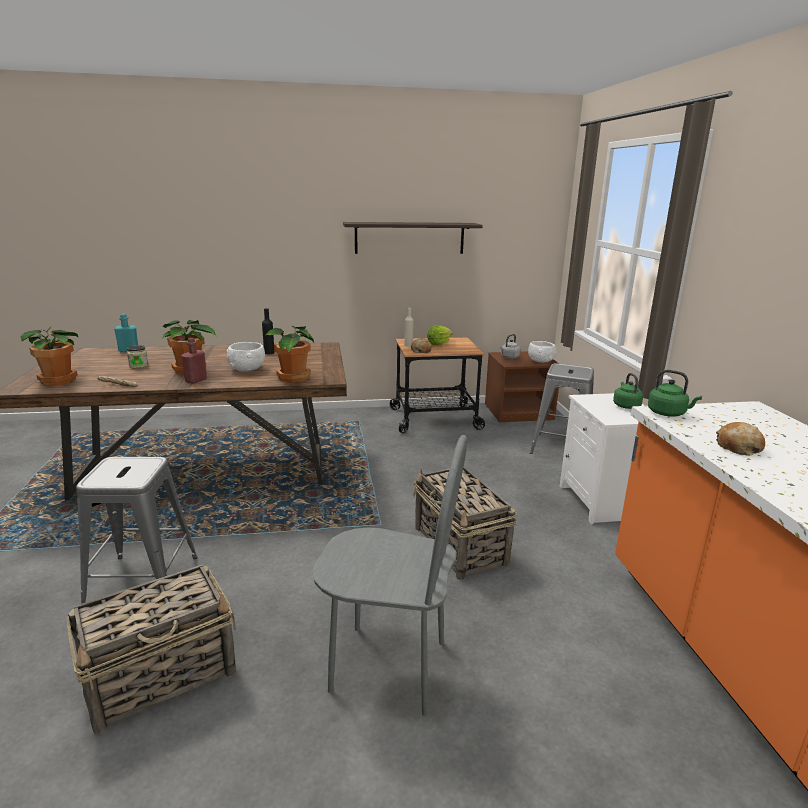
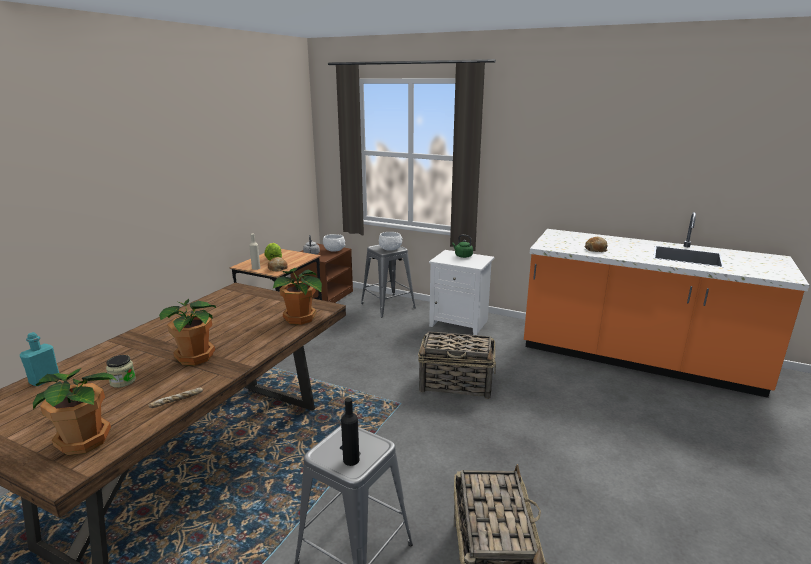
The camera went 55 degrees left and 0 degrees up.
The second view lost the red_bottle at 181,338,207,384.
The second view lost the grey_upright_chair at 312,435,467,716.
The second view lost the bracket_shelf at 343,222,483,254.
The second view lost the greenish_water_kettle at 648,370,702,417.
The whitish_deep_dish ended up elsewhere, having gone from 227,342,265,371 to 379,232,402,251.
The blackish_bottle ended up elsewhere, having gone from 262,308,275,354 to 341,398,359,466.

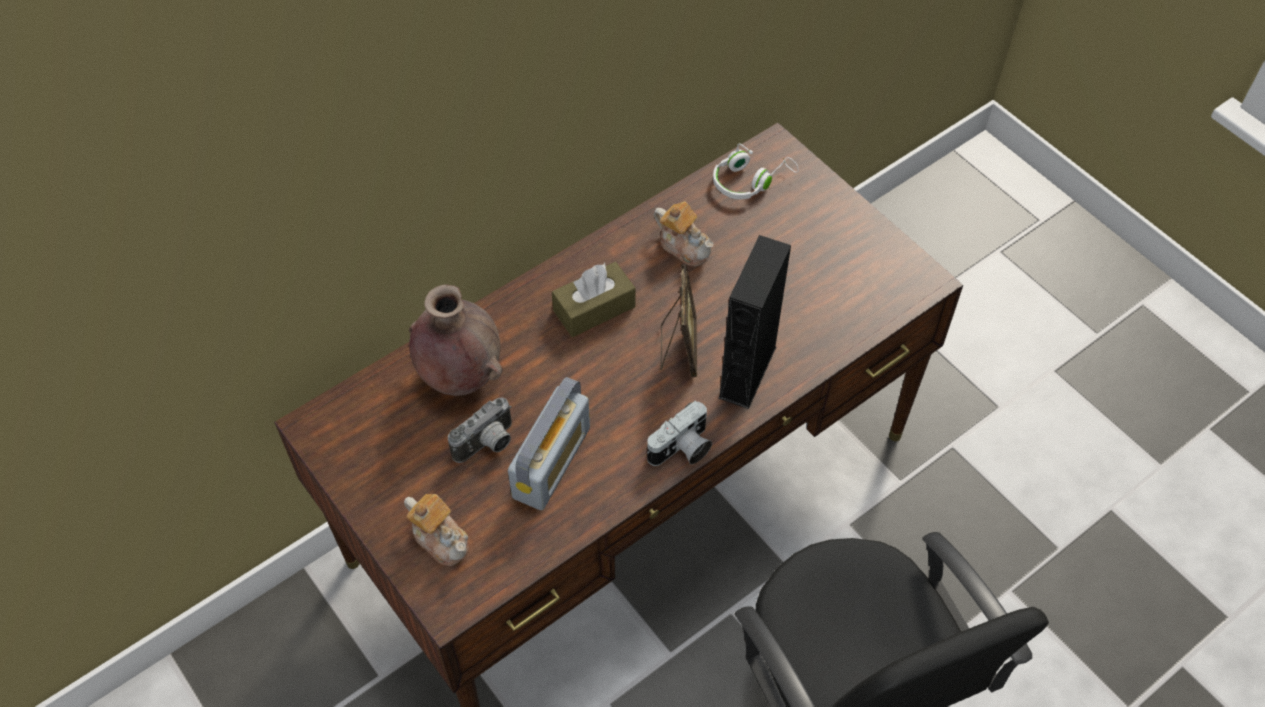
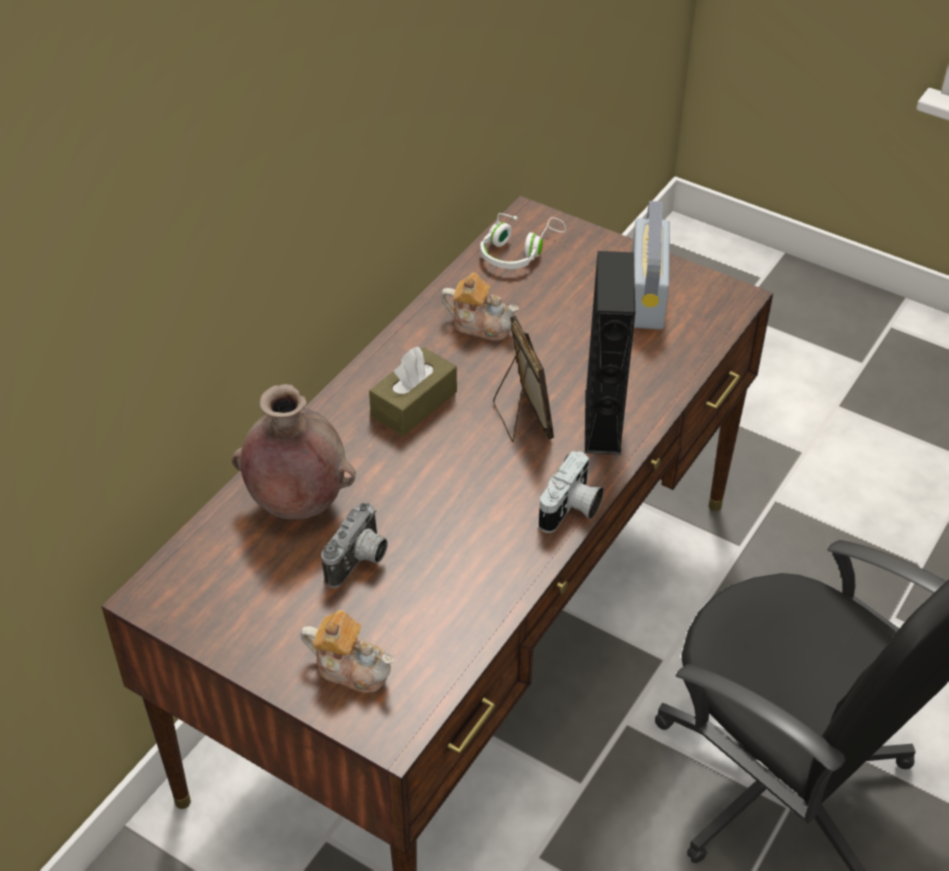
The camera went 20 degrees left and 10 degrees down.
The radio ended up elsewhere, having gone from 508,377,590,510 to 632,201,670,330.

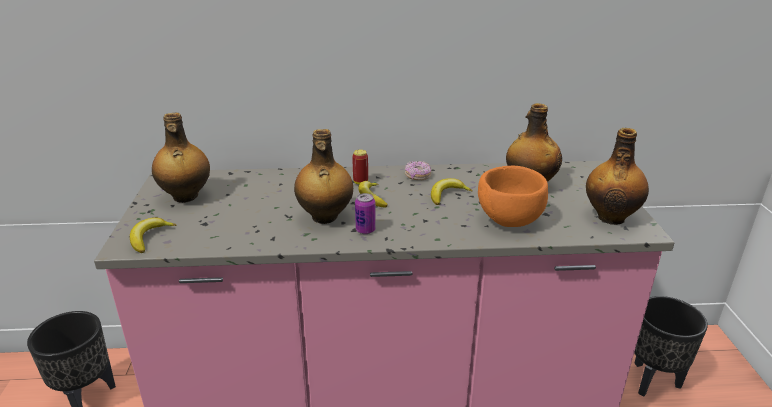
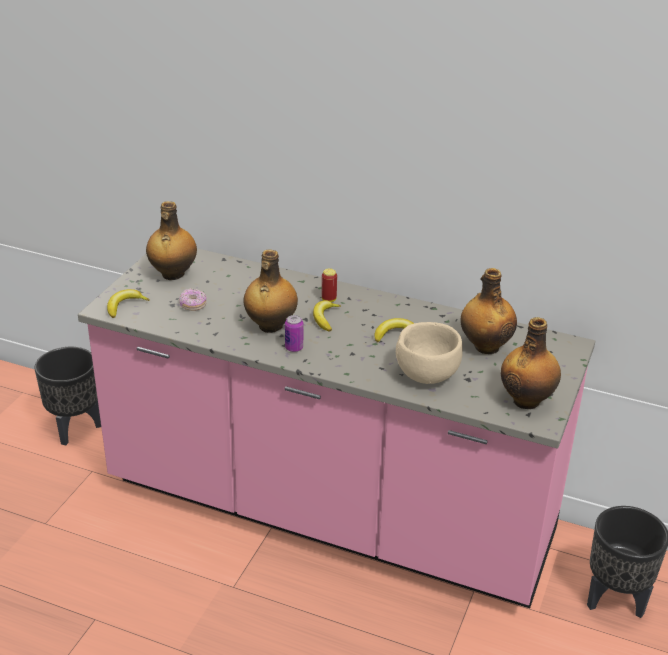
The camera went 25 degrees right and 5 degrees up.
The doughnut ended up elsewhere, having gone from 405,161,431,180 to 179,289,207,311.
What was the orangey_deep_dish at 478,166,548,227 turned into the beige-coloured_deep_dish at 396,322,463,384.

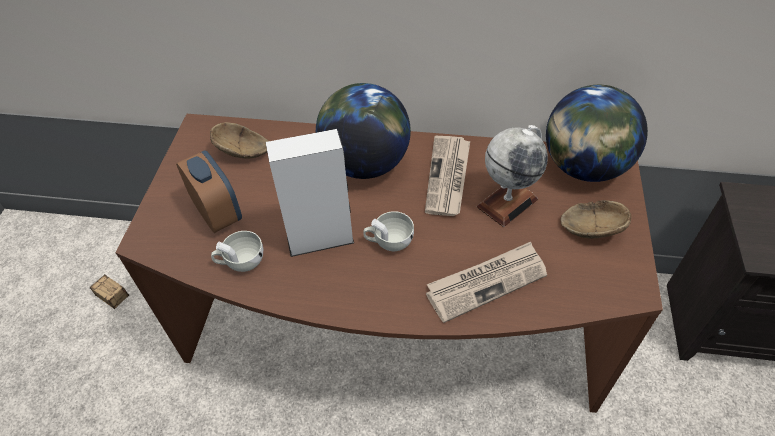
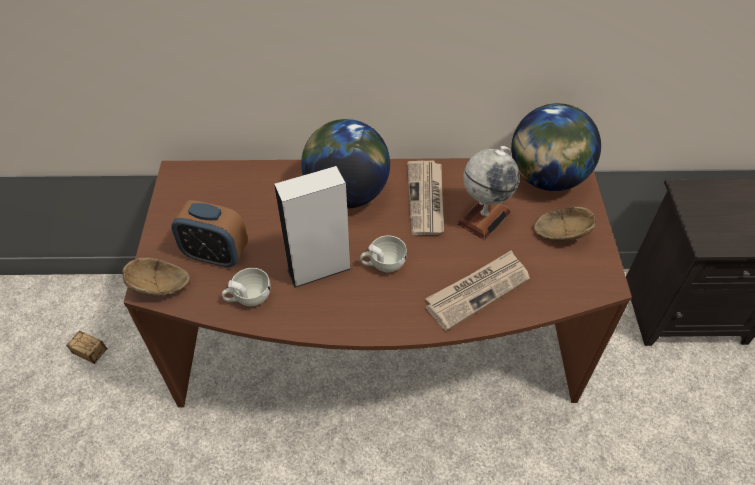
The camera went 10 degrees left and 0 degrees up.
The brown-coloured_deep_dish ended up elsewhere, having gone from 210,122,269,159 to 122,258,190,297.
The bedside_clock at 176,151,242,233 ended up facing another way, 150 degrees clockwise from before.

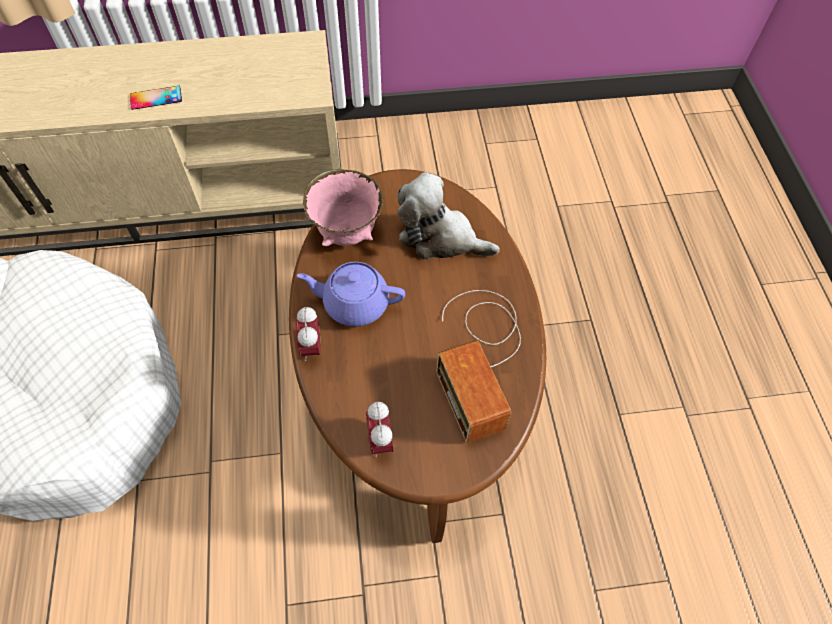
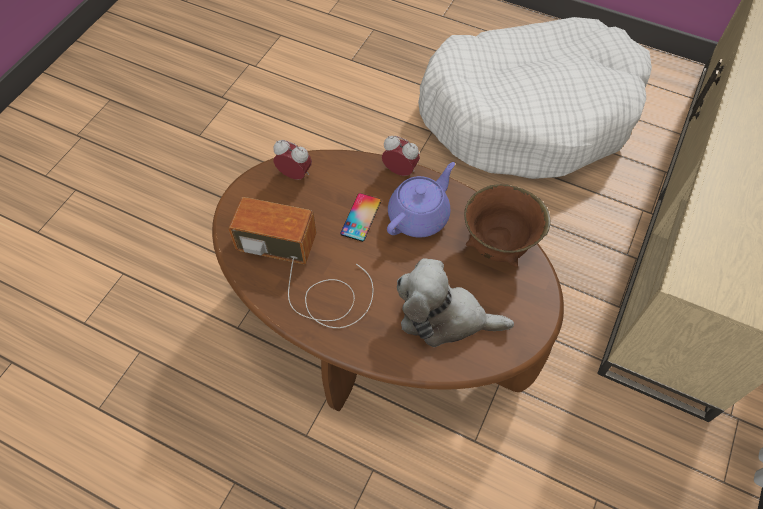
The camera went 125 degrees right and 0 degrees up.
The handset ended up elsewhere, having gone from 130,86,182,110 to 340,193,381,242.
What was the pink-coloured_deep_dish at 303,169,383,246 turned into the brown-coloured_deep_dish at 464,184,550,267.
The plush_toy at 398,172,500,259 ended up facing another way, 135 degrees counterclockwise from before.

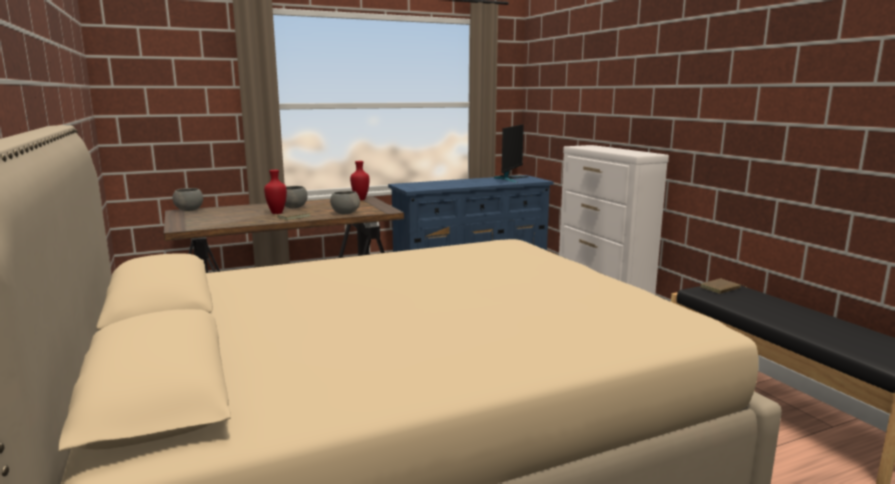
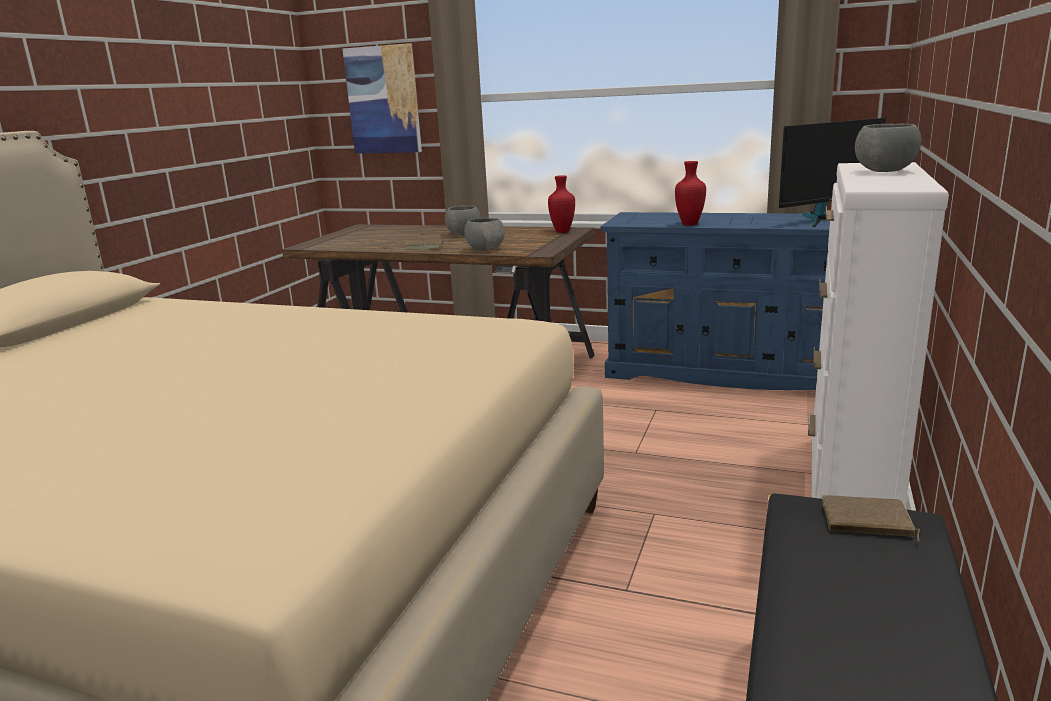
The camera went 45 degrees right and 5 degrees up.
The second view gained the picture at 343,43,422,154.
The grey_deep_dish ended up elsewhere, having gone from 173,188,203,211 to 855,124,921,172.
The red_decorative_vase ended up elsewhere, having gone from 264,170,287,214 to 675,161,706,226.

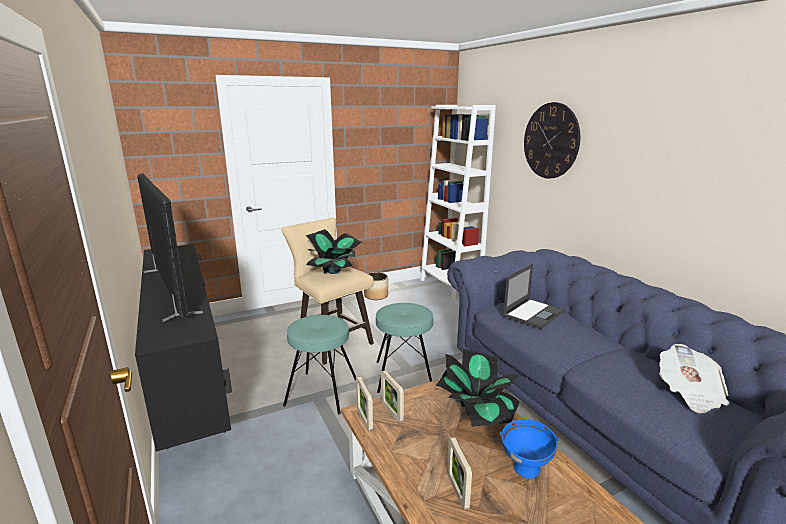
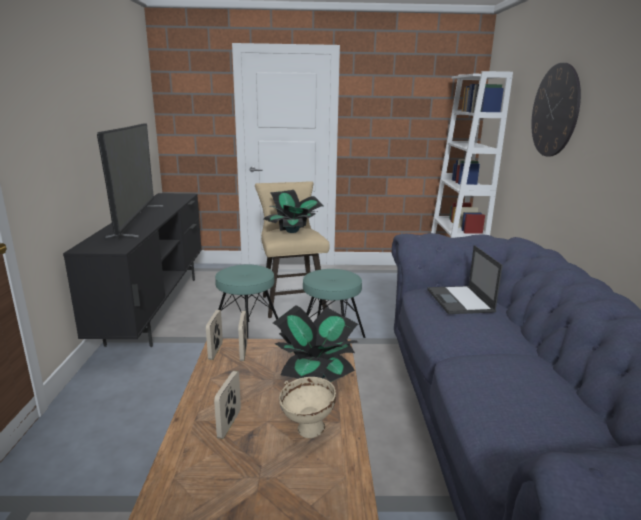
The camera went 25 degrees right and 0 degrees up.
The second view lost the planter at 364,272,388,300.
The second view lost the daily_paper at 659,344,730,413.
What was the blue_deep_dish at 500,419,560,479 turned into the beige-coloured_deep_dish at 279,377,336,438.
The portable_computer at 503,264,565,329 ended up facing another way, 105 degrees clockwise from before.

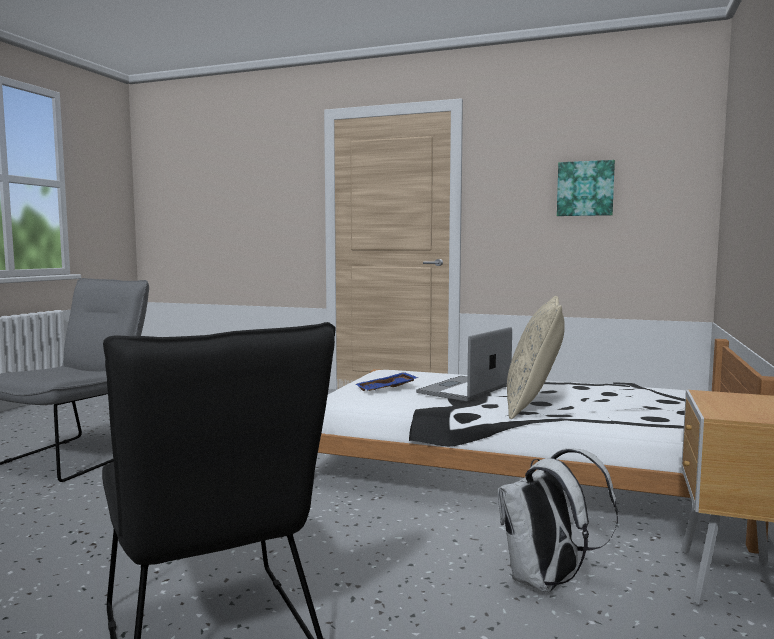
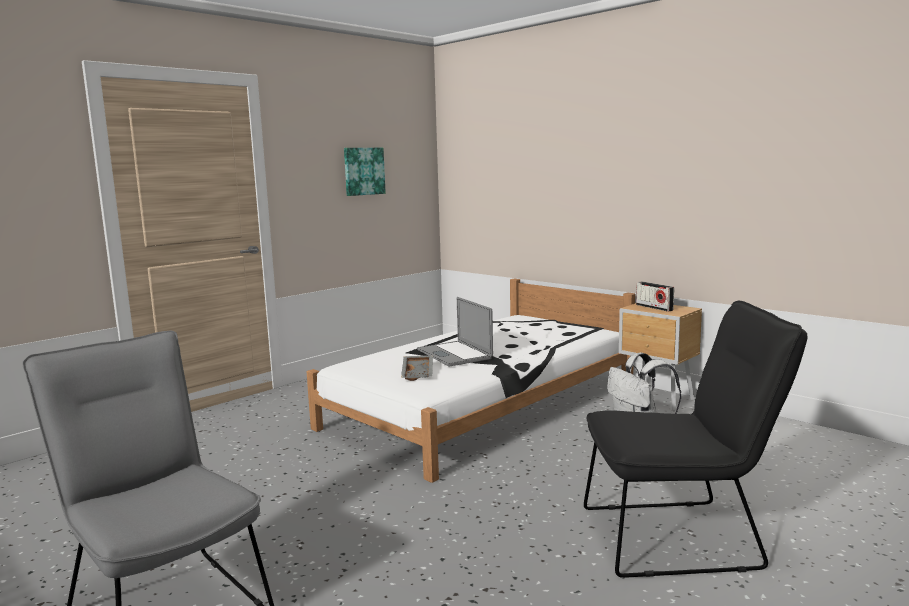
The camera went 65 degrees left and 5 degrees up.
The second view lost the beige-coloured_pillow at 507,296,565,419.
The second view gained the radio at 636,281,674,312.
What was the blue_tray at 355,372,419,391 turned into the grey_tray at 401,355,433,381.

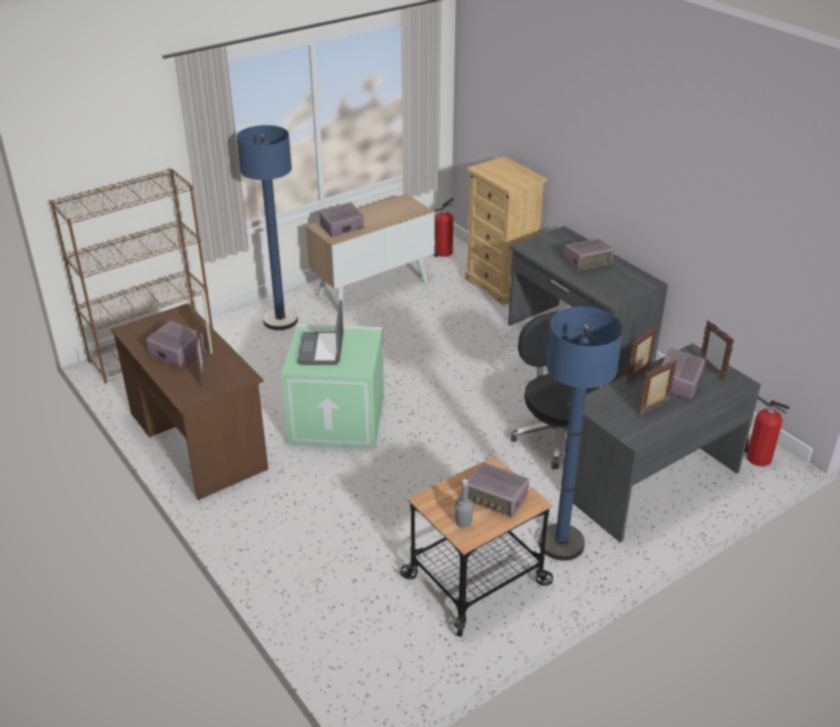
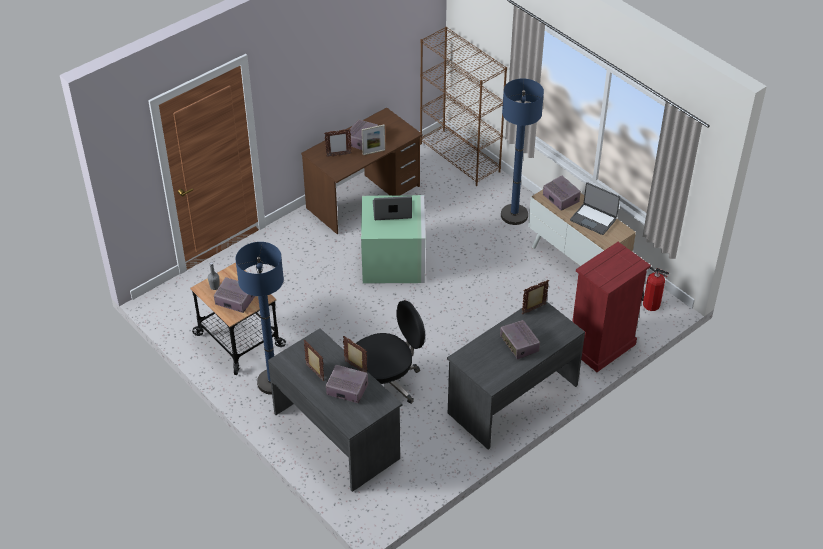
The camera went 85 degrees right and 10 degrees up.
The second view lost the fire_extinguisher at 744,396,790,466.
The second view gained the portable_computer at 570,182,620,235.
The photo_frame ended up elsewhere, having gone from 701,320,734,381 to 522,280,549,314.
What was the beige-coloured_dresser at 465,156,547,305 turned into the red_dresser at 572,242,651,372.
The radio at 468,462,529,518 ended up facing another way, 90 degrees clockwise from before.

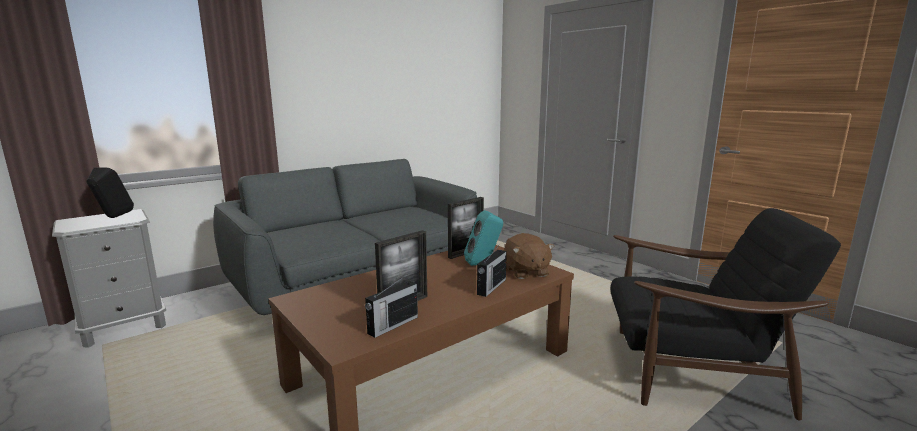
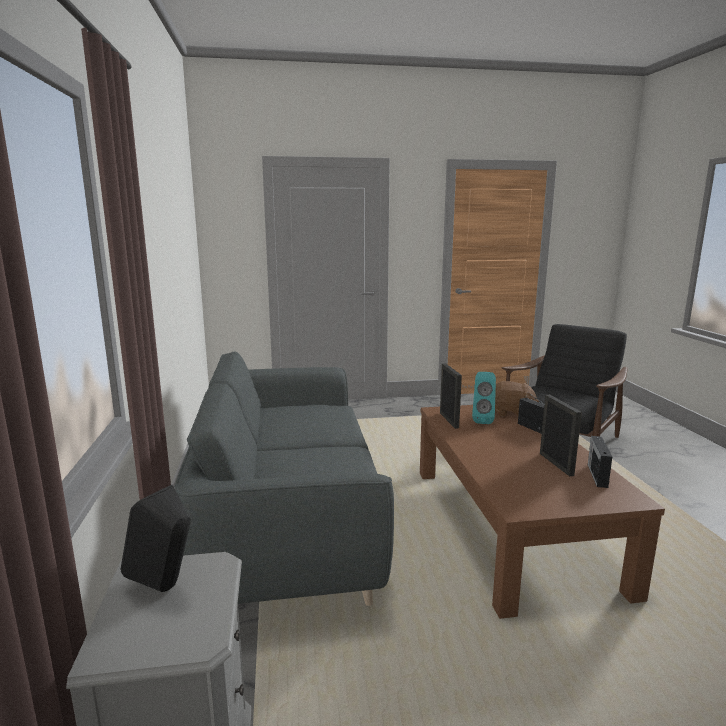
The camera went 60 degrees left and 0 degrees up.
The radio at 365,274,418,338 ended up facing another way, 150 degrees counterclockwise from before.

